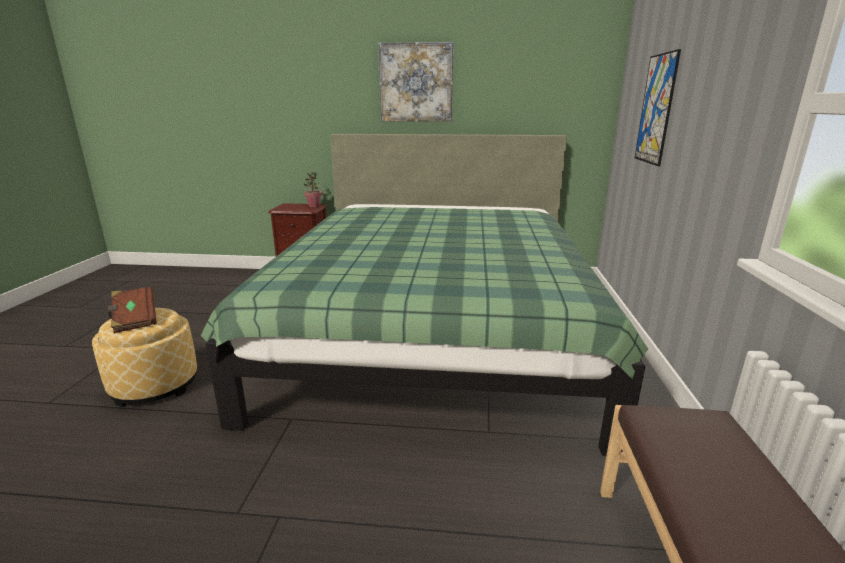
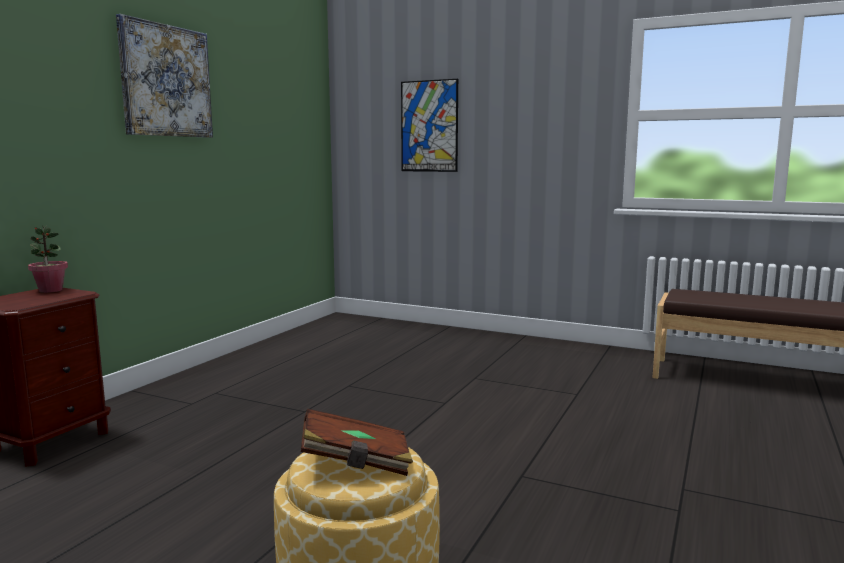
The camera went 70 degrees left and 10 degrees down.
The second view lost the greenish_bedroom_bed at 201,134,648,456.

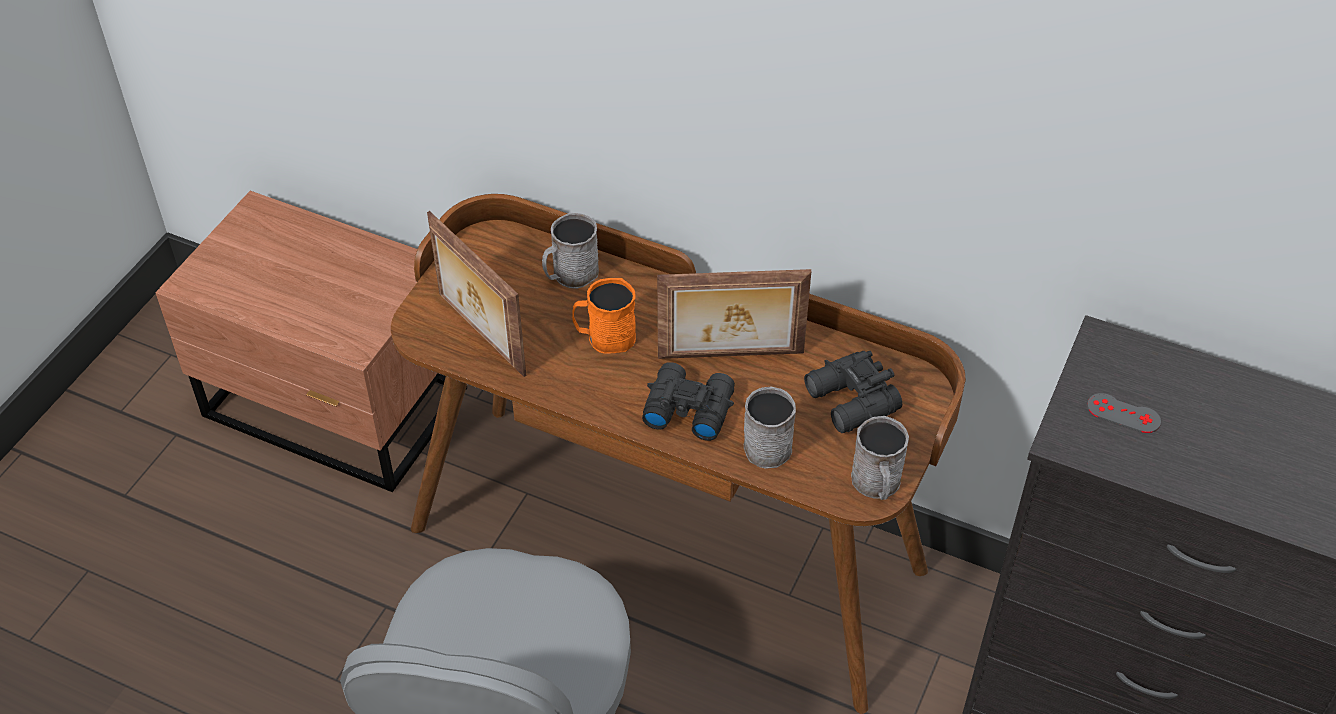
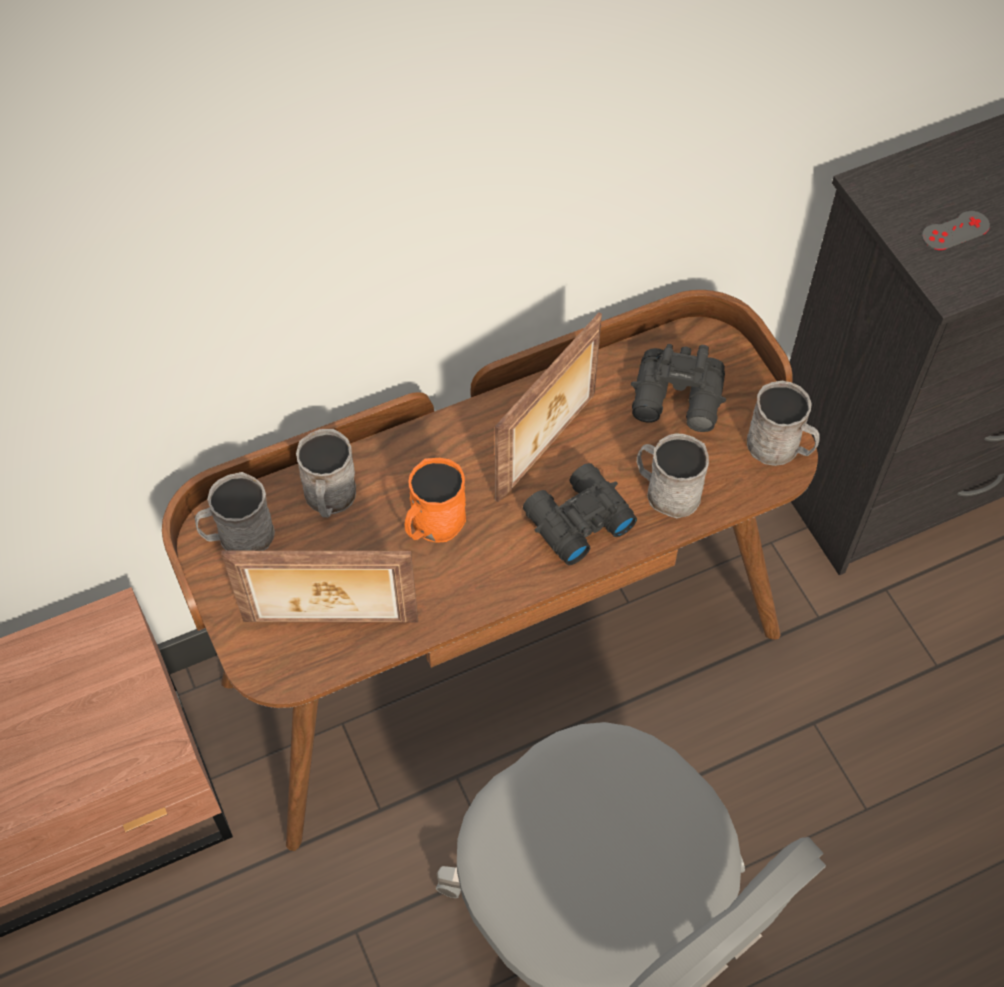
The camera went 50 degrees left and 10 degrees up.
The second view gained the grey_tea_mug at 195,472,275,551.

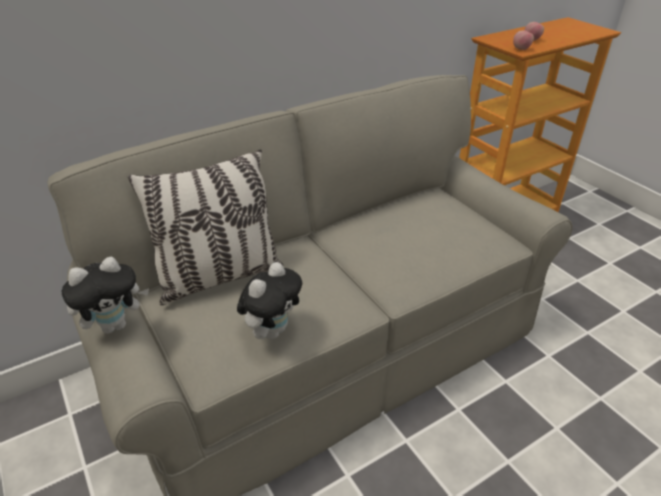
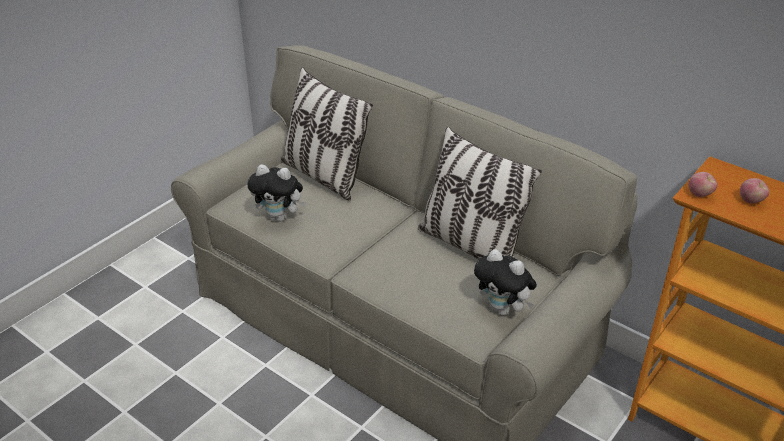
The camera went 70 degrees right and 0 degrees up.
The second view gained the pillow at 418,127,542,260.
The plush_toy ended up elsewhere, having gone from 62,257,149,334 to 474,249,537,315.

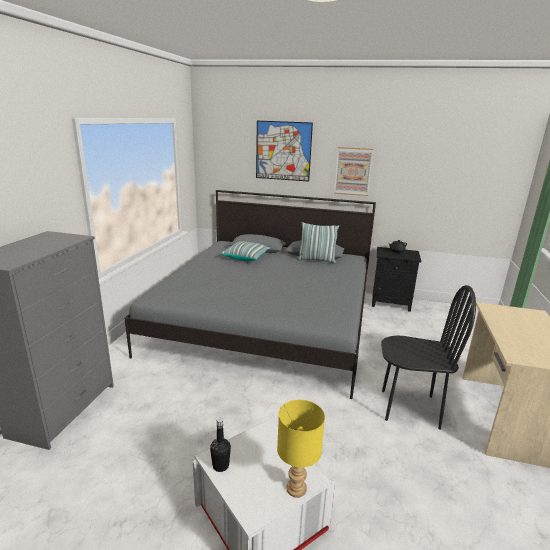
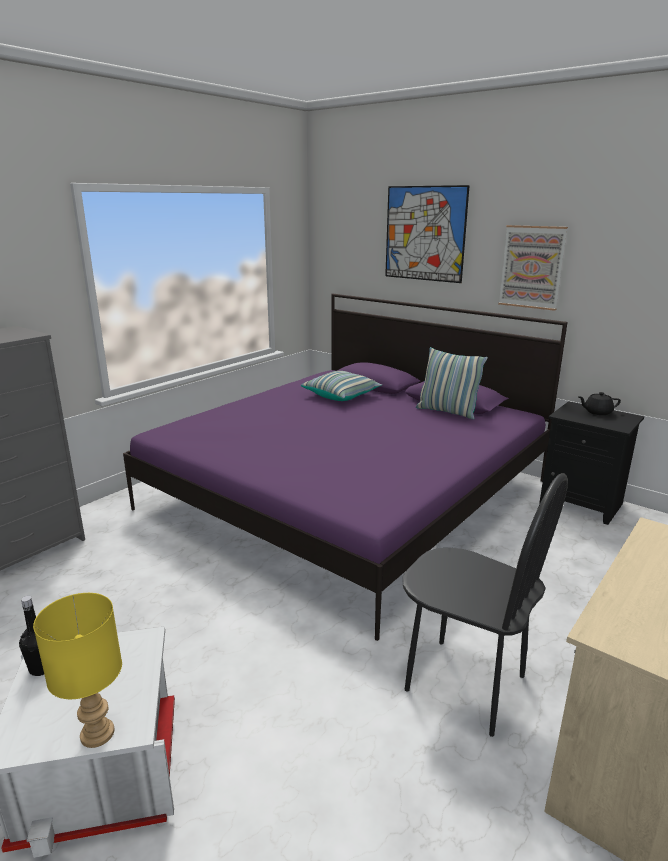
The camera went 25 degrees right and 0 degrees up.
What was the grey_bedroom_bed at 125,190,376,399 turned into the purple-coloured_bedroom_bed at 123,293,567,641.

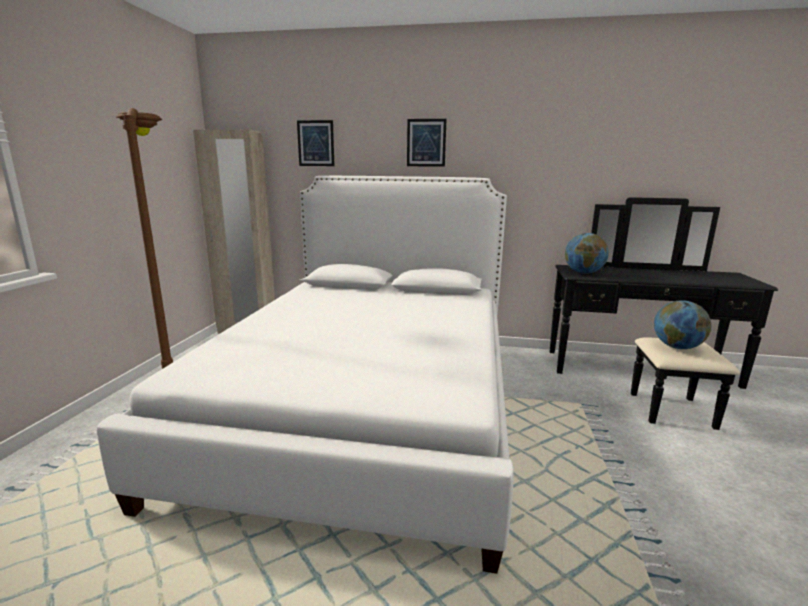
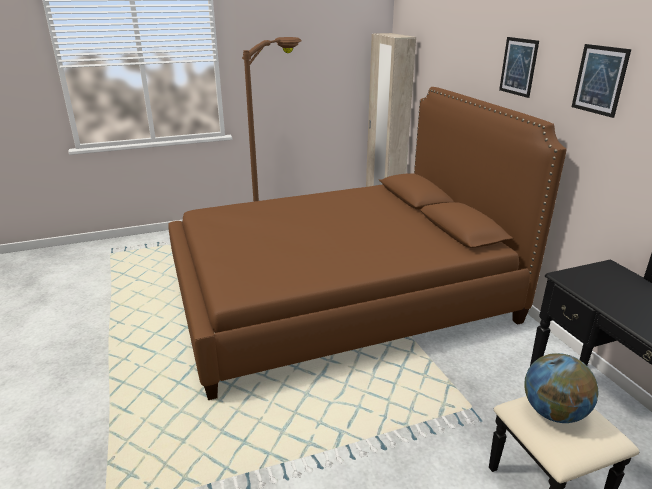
The camera went 60 degrees right and 10 degrees up.
The second view lost the globe at 565,233,609,274.
The picture ended up elsewhere, having gone from 297,120,334,166 to 572,44,631,118.
What was the whitish_bedroom_bed at 96,176,514,574 turned into the brown-coloured_bedroom_bed at 168,87,567,400.

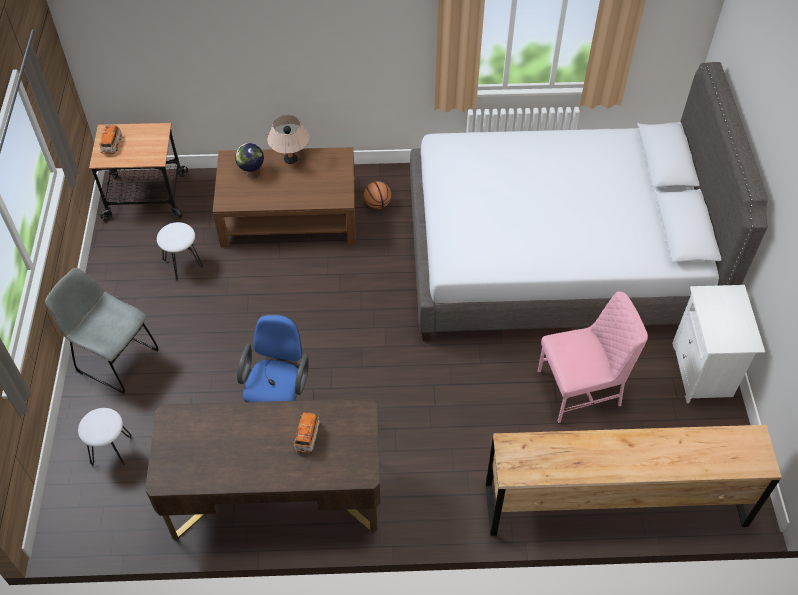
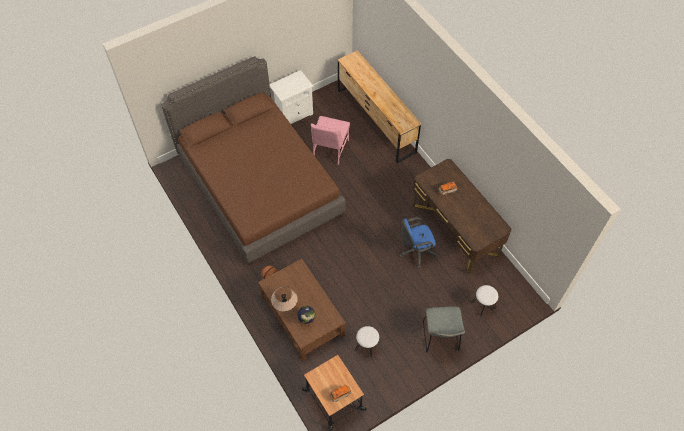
The camera went 120 degrees left and 5 degrees up.
What was the grey_bedroom_bed at 410,62,768,341 turned into the brown-coloured_bedroom_bed at 161,56,346,266.
The pink-coloured_upright_chair at 538,291,648,423 ended up facing another way, 120 degrees counterclockwise from before.

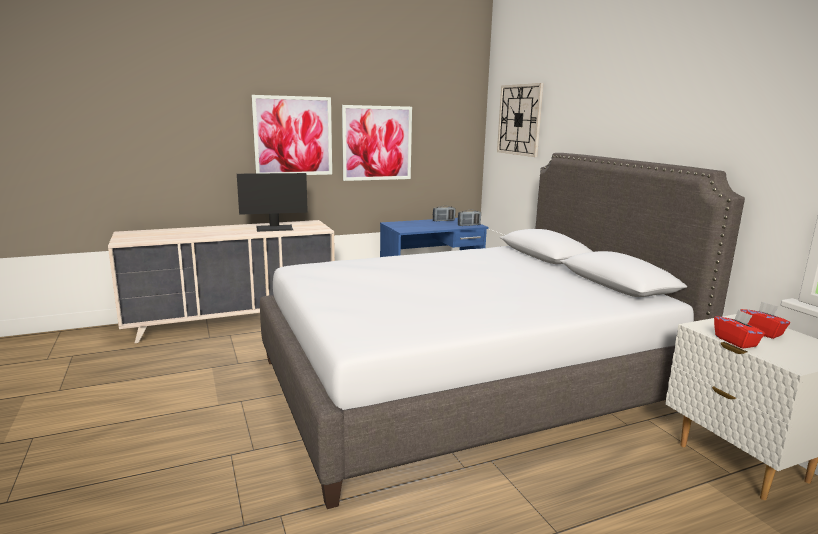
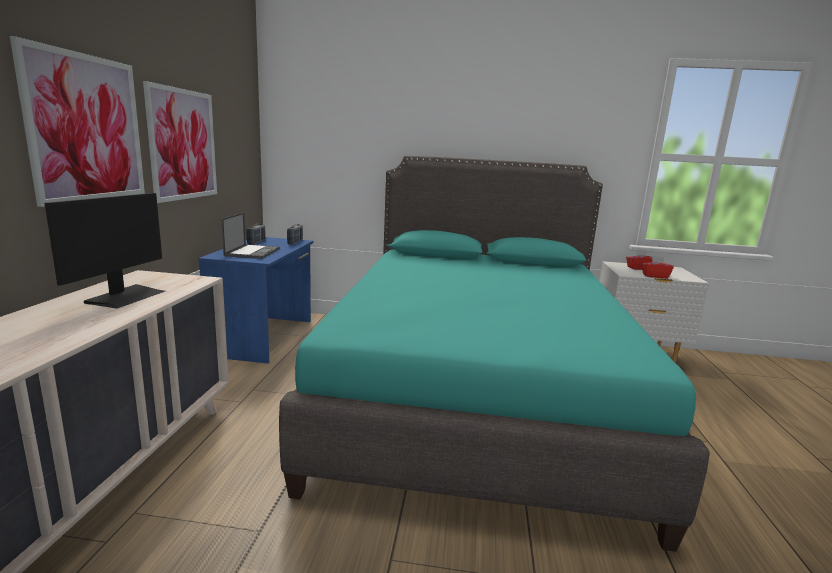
The camera went 60 degrees left and 0 degrees up.
The second view lost the wall_clock at 497,83,543,157.
The second view gained the portable_computer at 222,212,280,259.
What was the grey_bedroom_bed at 260,153,745,509 turned into the turquoise_bedroom_bed at 279,156,709,552.

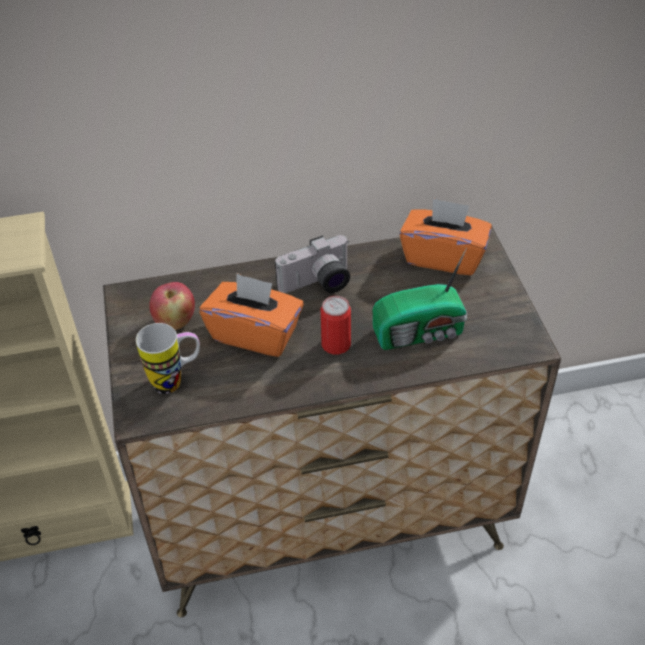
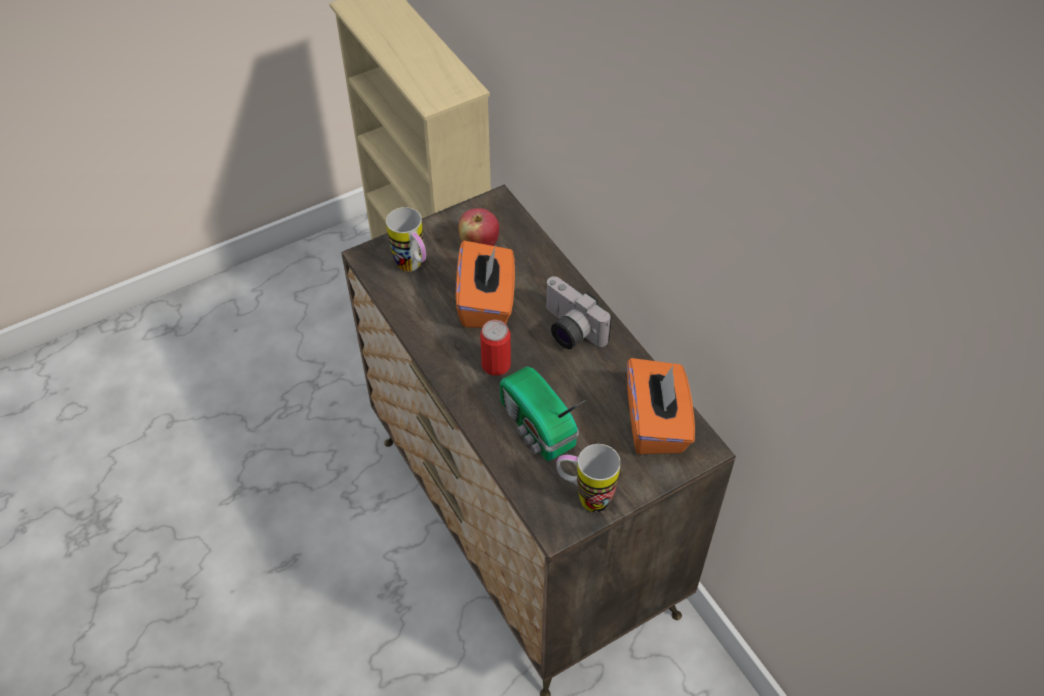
The camera went 70 degrees right and 5 degrees up.
The second view gained the tea_mug at 556,444,621,512.

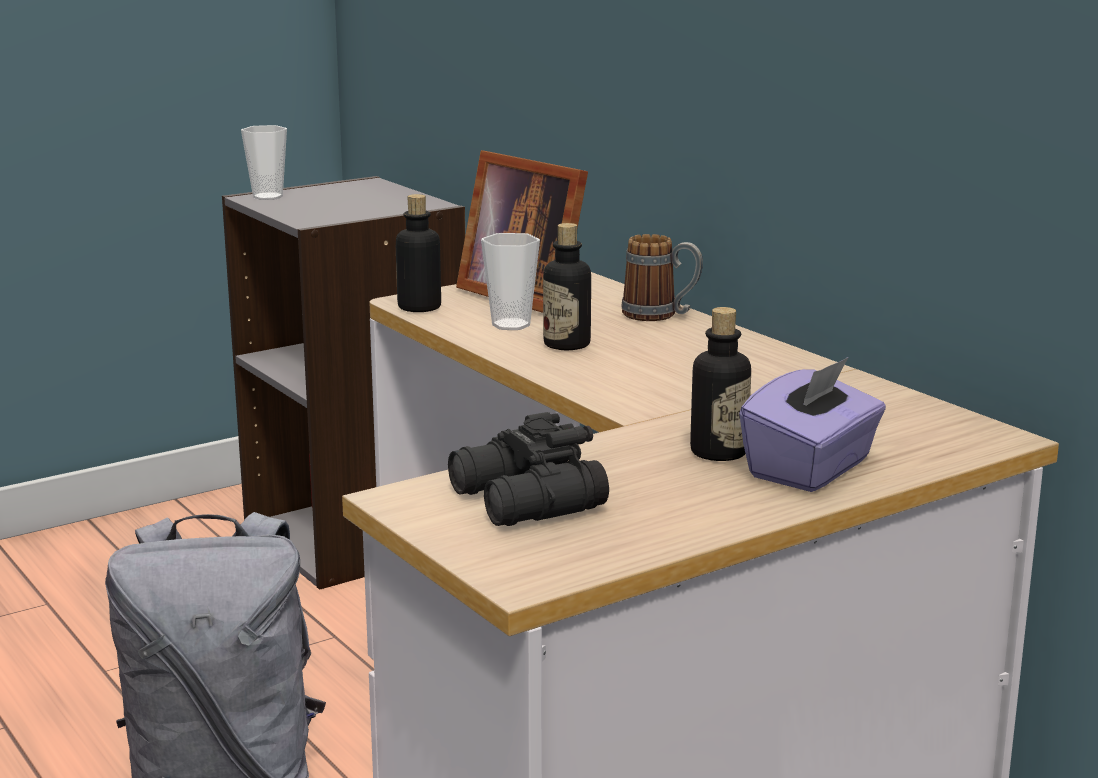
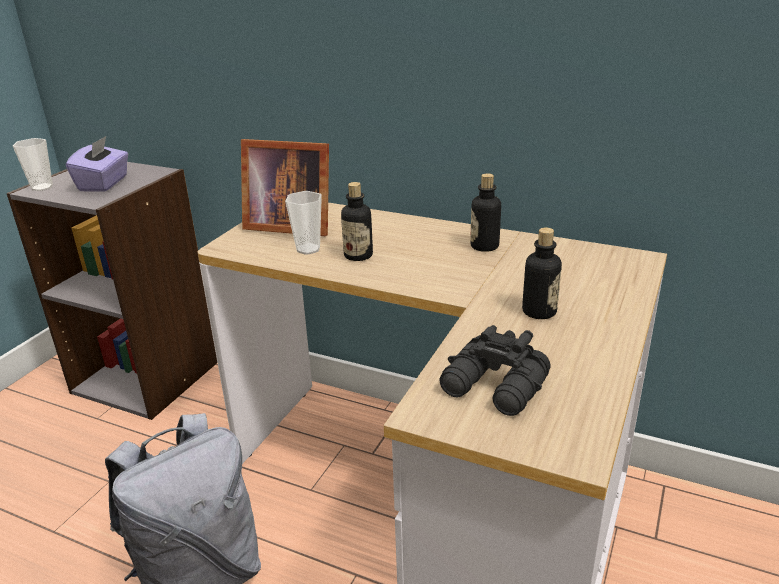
The camera went 30 degrees left and 10 degrees up.
The second view lost the tea_mug at 621,234,703,321.
The bottle ended up elsewhere, having gone from 396,194,441,312 to 470,173,501,252.
The purple-coloured_tissue_box ended up elsewhere, having gone from 739,357,886,492 to 66,136,128,192.

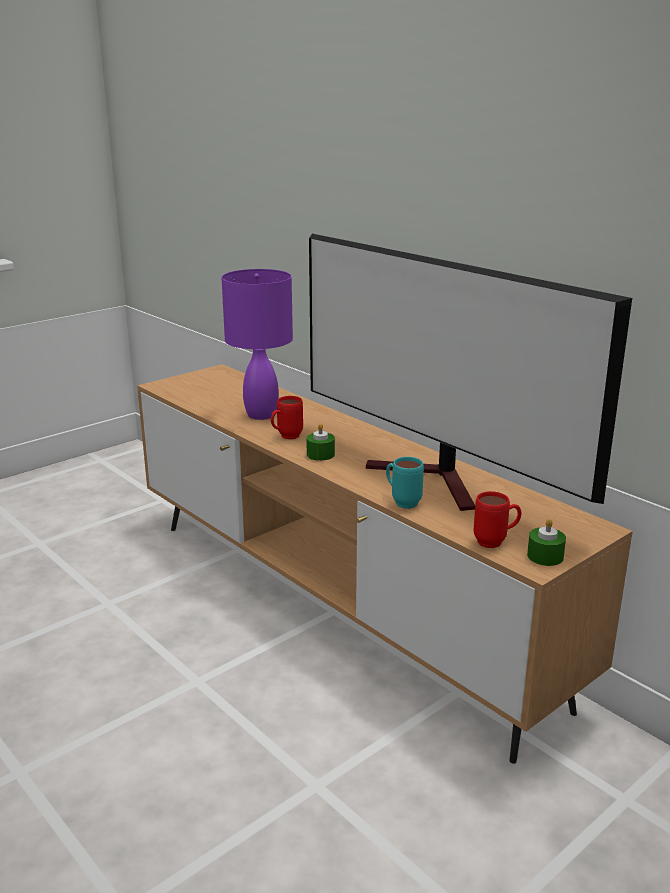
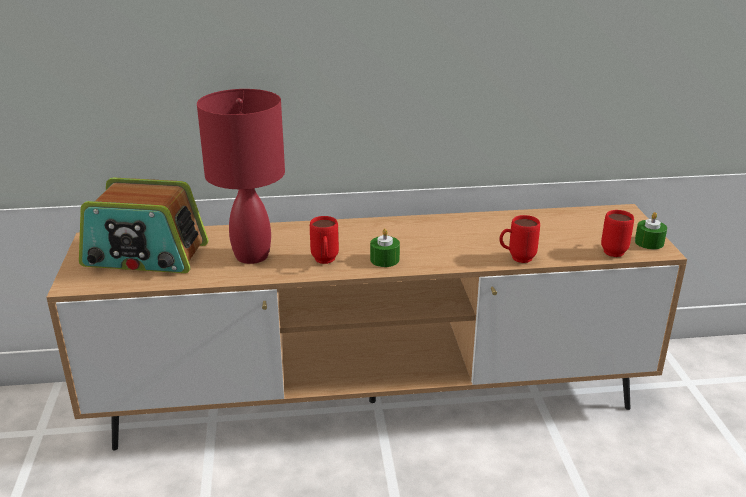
The camera went 55 degrees left and 5 degrees up.
The second view lost the television at 309,234,632,511.
The second view gained the radio at 79,177,208,273.
What was the purple-coloured_table_lamp at 221,269,293,420 turned into the red_table_lamp at 197,89,285,264.
What was the turquoise_tea_mug at 386,457,424,509 turned into the red_tea_mug at 499,215,540,263.

